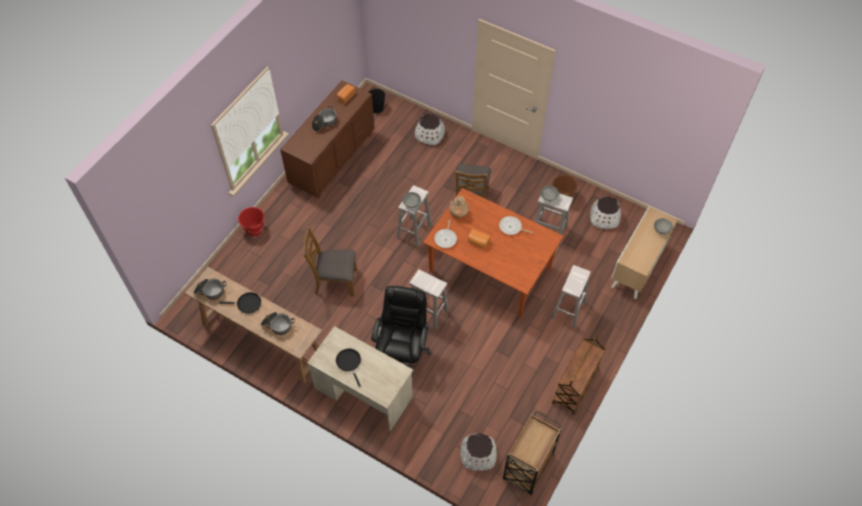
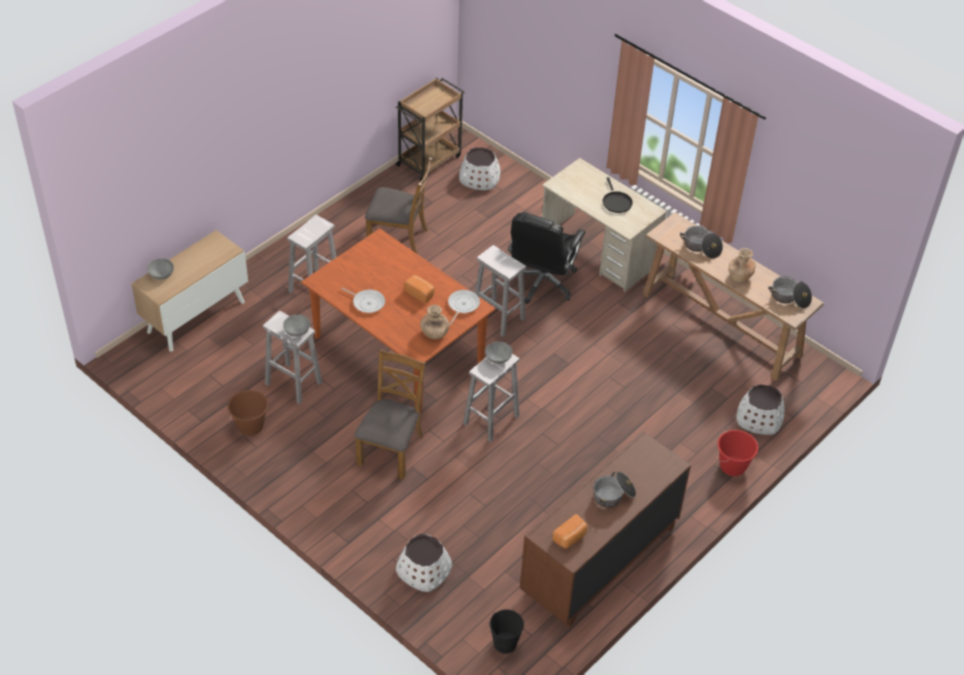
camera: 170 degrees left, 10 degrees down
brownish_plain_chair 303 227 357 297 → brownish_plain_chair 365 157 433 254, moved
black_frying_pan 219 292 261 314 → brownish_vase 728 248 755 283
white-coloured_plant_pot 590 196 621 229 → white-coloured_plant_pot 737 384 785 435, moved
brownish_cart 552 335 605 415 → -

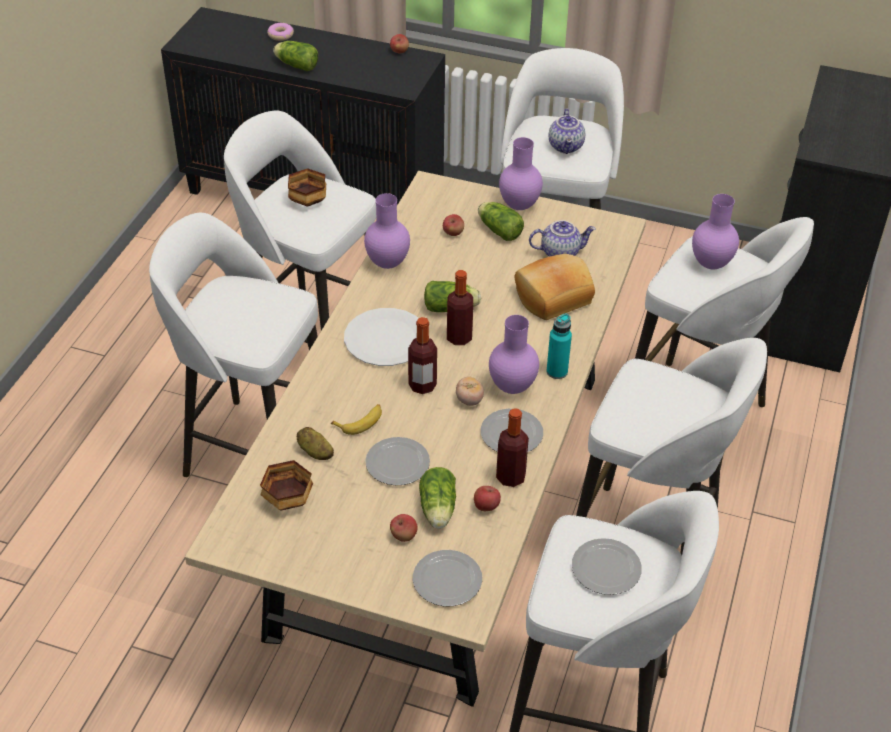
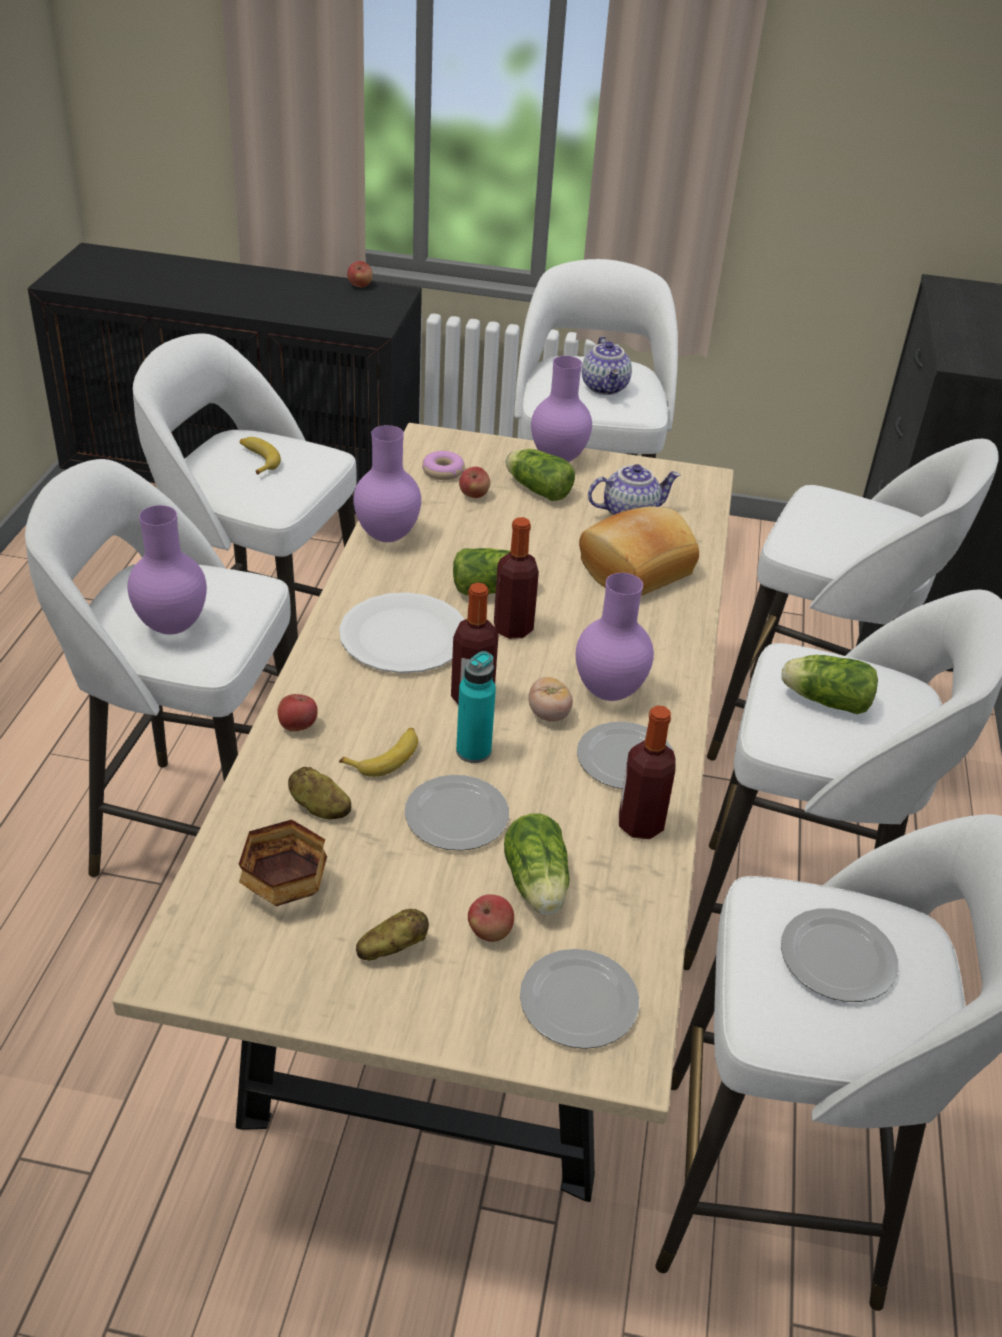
camera: 10 degrees left, 5 degrees down
purple-coloured_vase 692 194 739 269 → purple-coloured_vase 127 505 207 634, moved
serving_bowl 288 168 326 207 → banana_fruit 240 437 281 475
whole_apple 474 486 501 511 → whole_apple 277 694 318 732, moved
- → potato 356 909 429 961
ring_doughnut 267 23 294 41 → ring_doughnut 422 451 465 480, moved
turquoise-coloured_bottle 546 314 572 379 → turquoise-coloured_bottle 456 651 496 763, moved
lettuce_head 273 41 318 71 → lettuce_head 782 655 878 714, moved

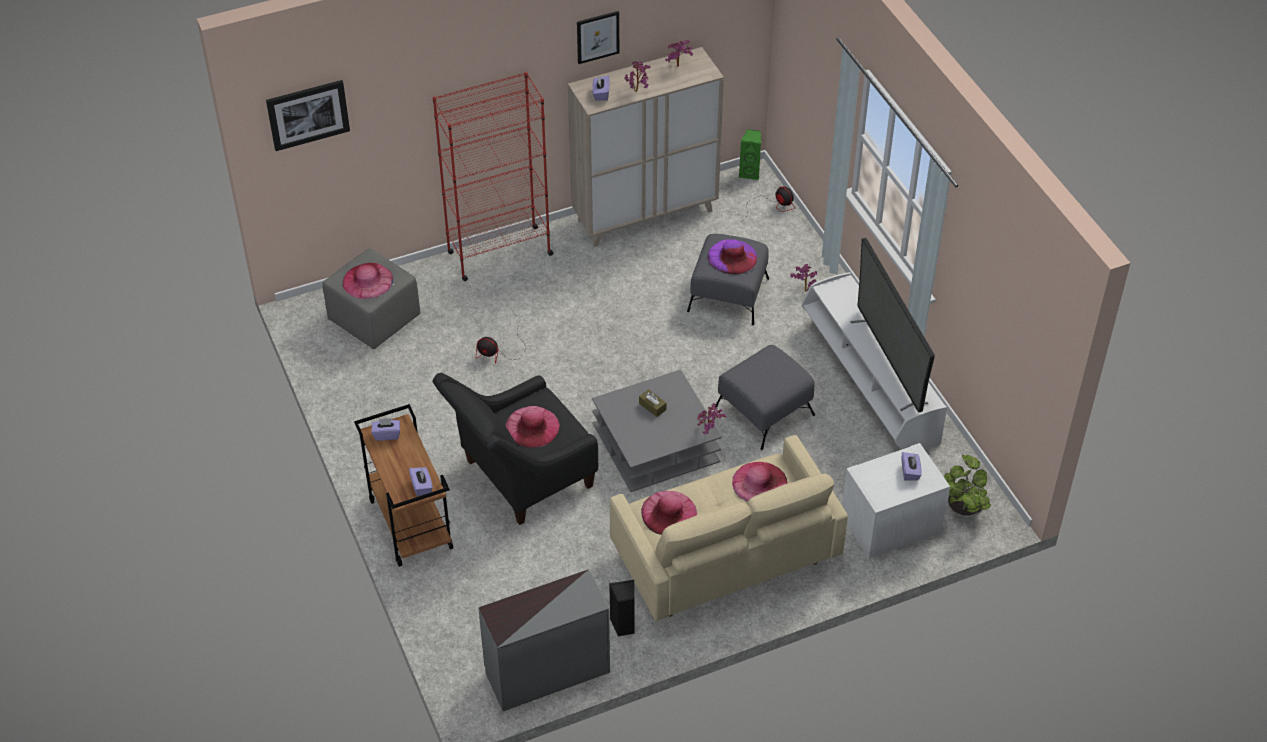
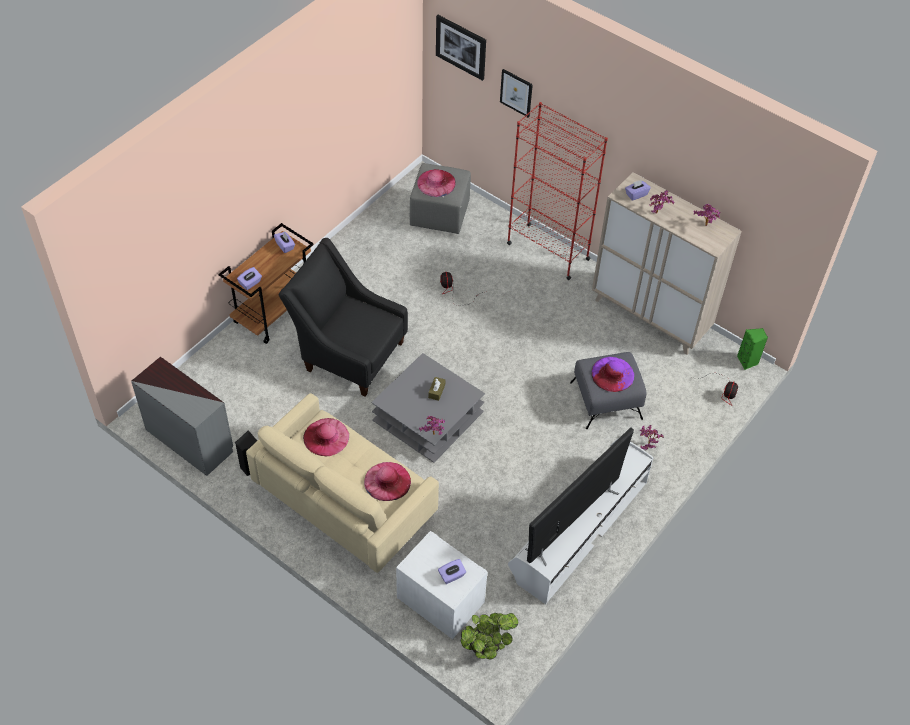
camera: 60 degrees right, 5 degrees up
wall_picture 577 11 619 64 → wall_picture 500 69 533 118, moved
pink_wearable_hat 505 406 560 448 → -
greyish_pouffe 715 345 815 450 → -

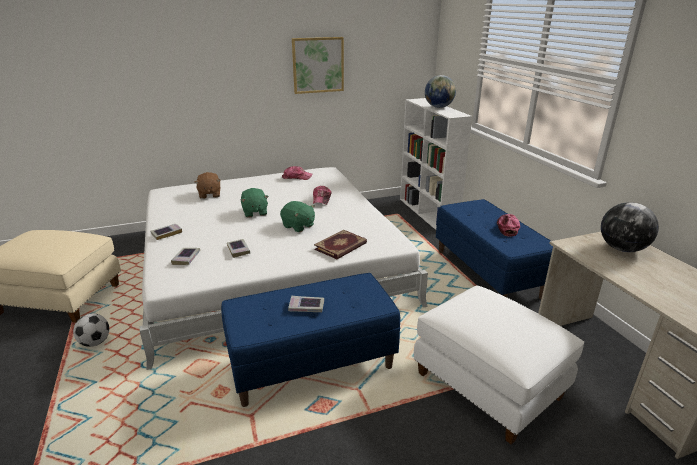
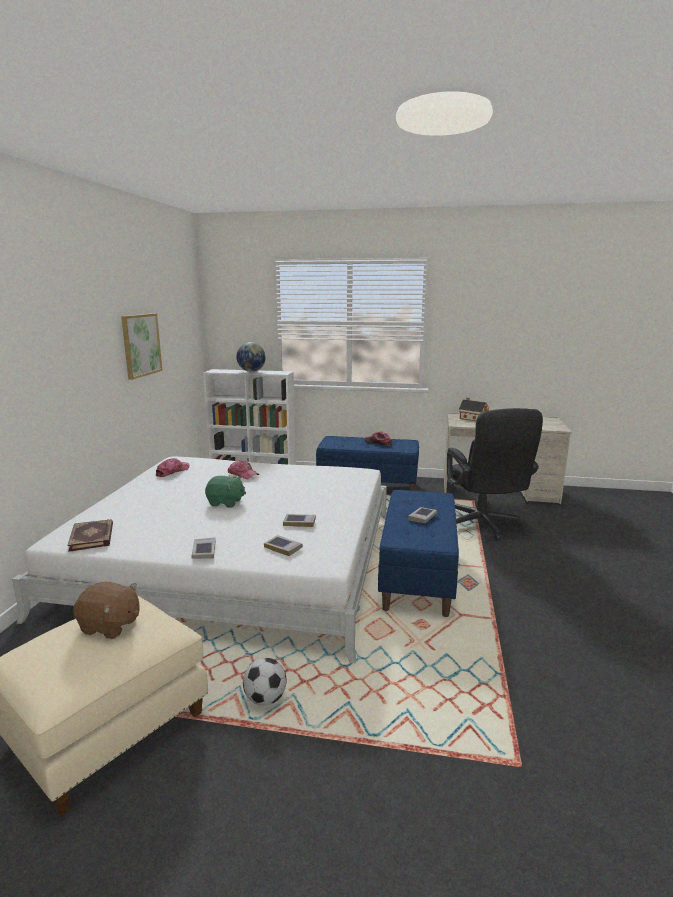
camera: 60 degrees left, 10 degrees down
book 314 230 367 260 → book 67 519 113 552, moved
brownish_plush_toy 194 172 220 199 → brownish_plush_toy 73 581 140 639, moved
white-coloured_pouffe 414 285 584 445 → black_computer_chair 447 408 543 540
globe 601 202 659 252 → model_house 459 398 489 421
greenish_plush_toy 280 201 315 232 → -

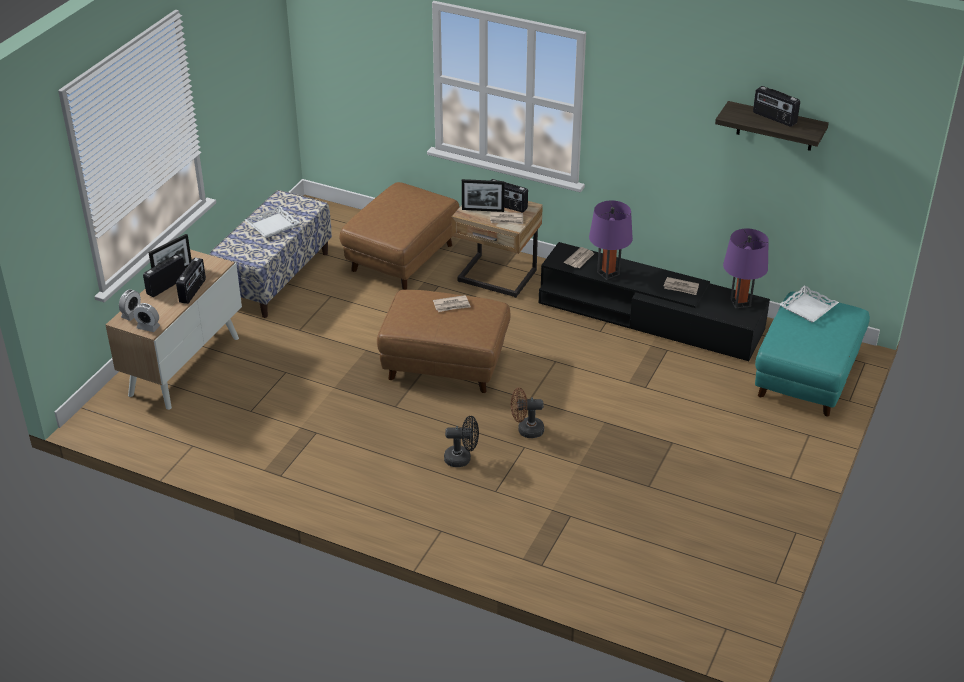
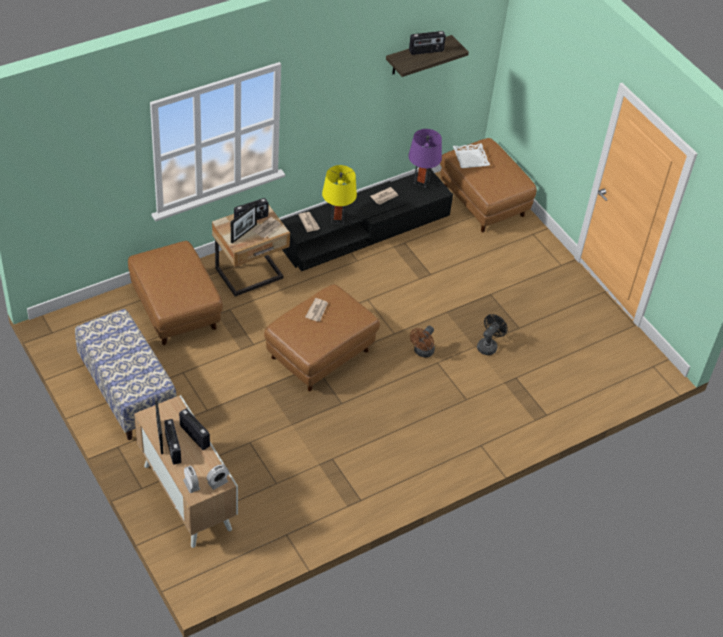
camera: 60 degrees left, 10 degrees up
purple-coloured_lamp_for_a_table 589 201 633 280 → yellow-coloured_lamp_for_a_table 322 165 357 224
turquoise-coloured_pouffe 755 292 870 416 → brownish_pouffe 440 138 537 232
black_fan 444 416 479 467 → black_fan 477 314 508 355, moved
white-coloured_serving_tray 245 206 300 238 → -

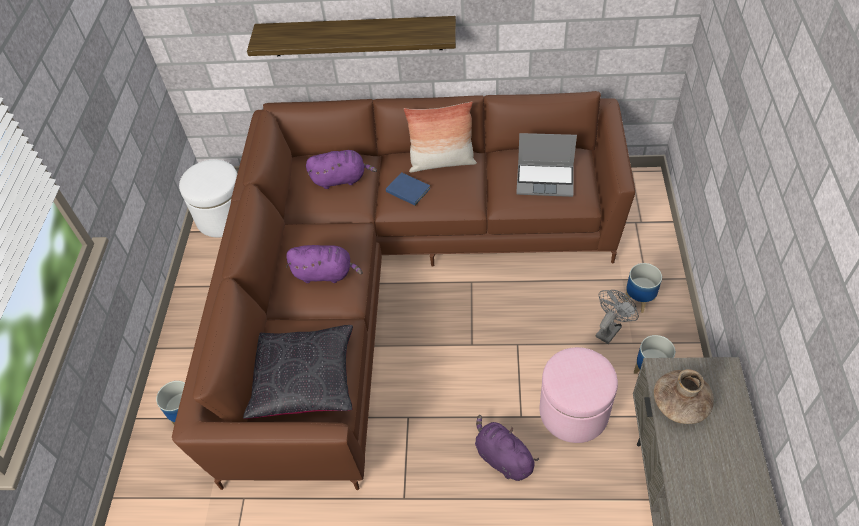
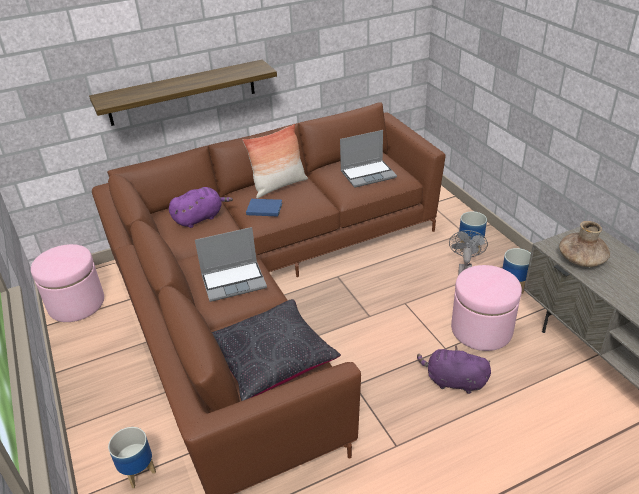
camera: 30 degrees left, 15 degrees down
white-coloured_pouffe 179 160 237 237 → pink_pouffe 31 244 104 322
purple-coloured_plush_toy 286 245 363 283 → portable_computer 195 227 267 302

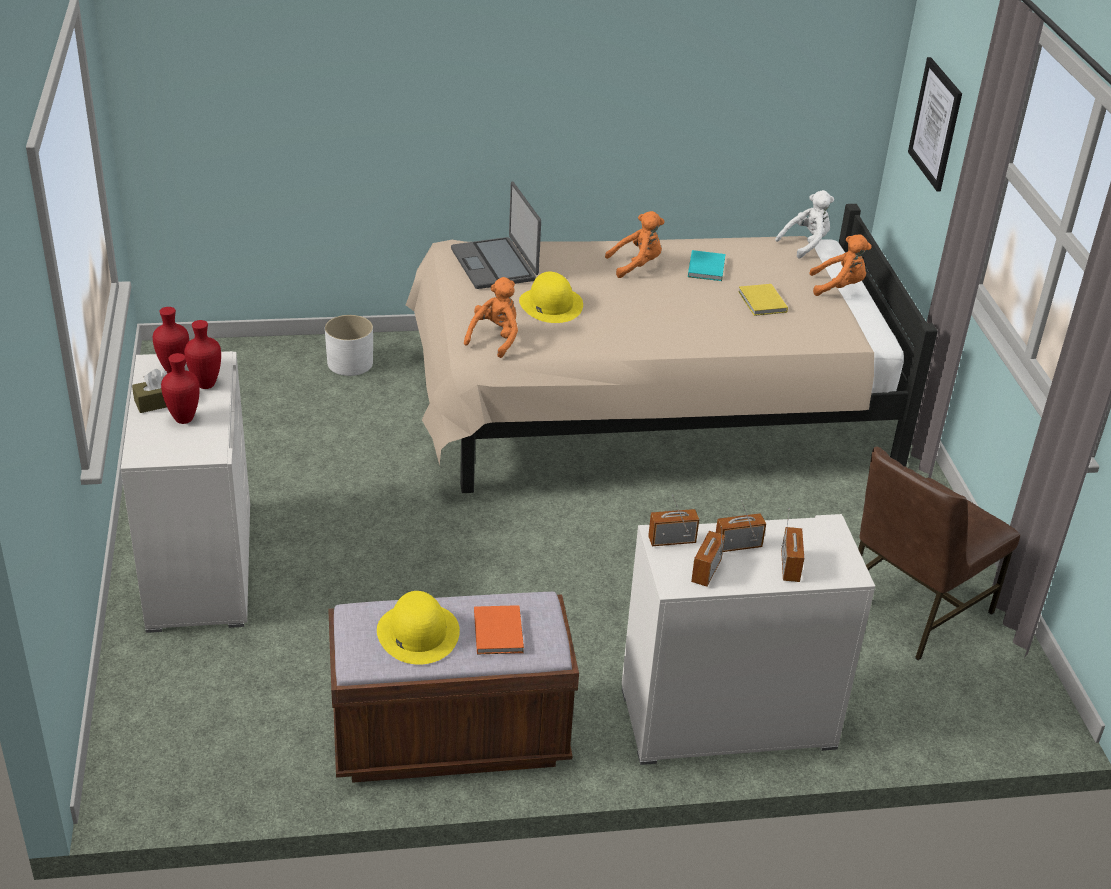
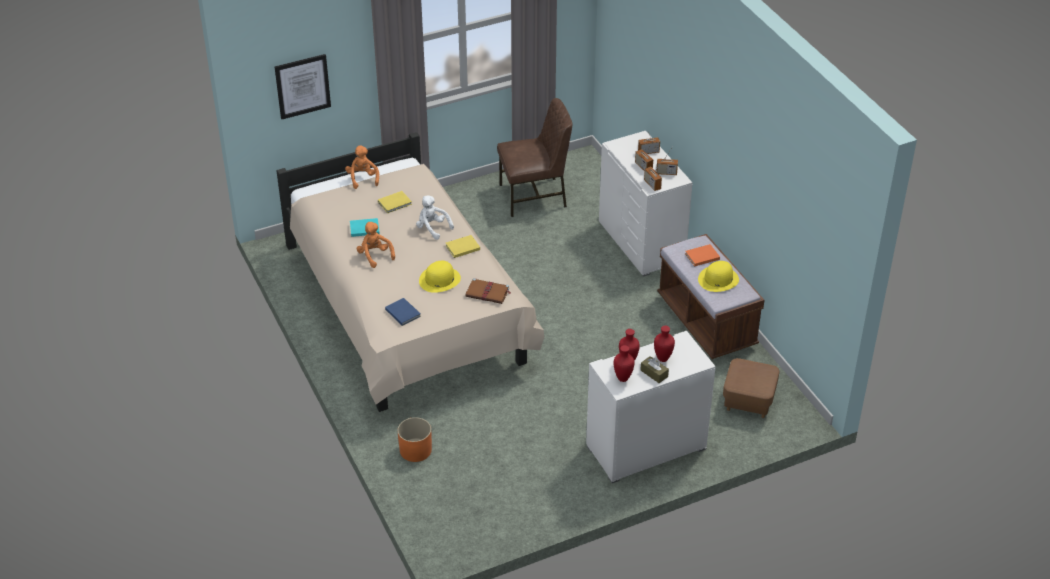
camera: 105 degrees left, 5 degrees up
portable_computer 451 181 541 289 → blue-coloured_book 385 298 421 326
white-coloured_plant_pot 325 315 373 376 → orange_plant_pot 397 417 432 462
white-coloured_plush_toy 775 190 834 258 → white-coloured_plush_toy 416 195 454 240, moved
- → yellow-coloured_book 445 235 480 258
orange_plush_toy 464 277 518 358 → brownish_book 465 278 511 304
brownish_plain_chair 858 447 1020 661 → brownish_plain_chair 497 98 572 217, 45 degrees counterclockwise
- → brownish_pouffe 723 358 779 418

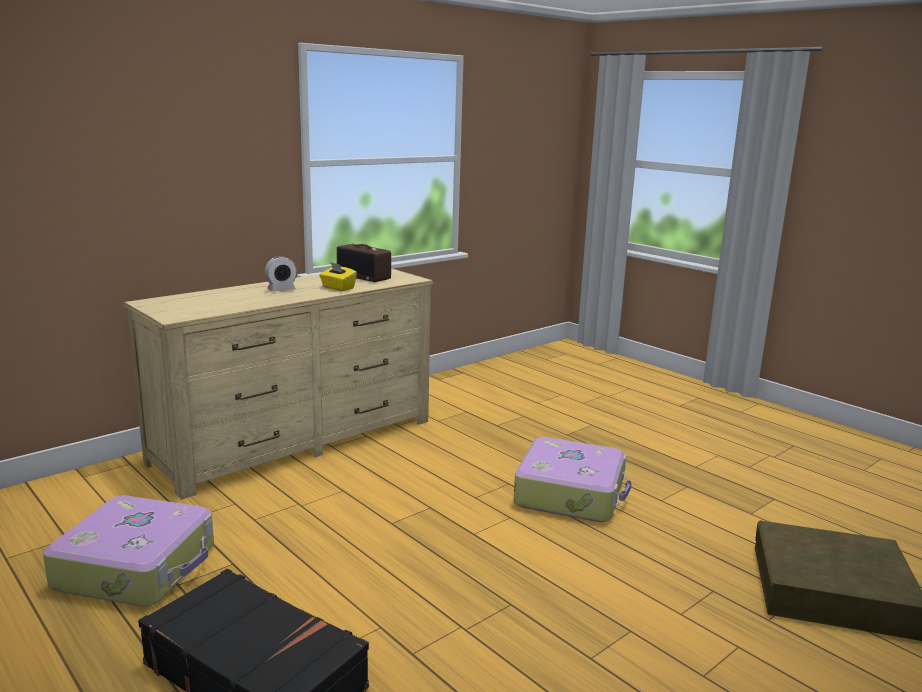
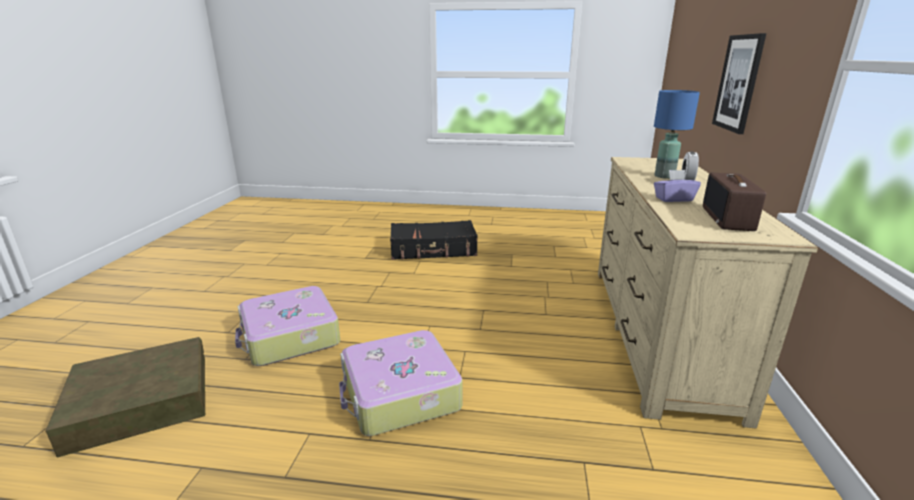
camera: 140 degrees right, 5 degrees up
travel_case 43 495 214 607 → travel_case 235 286 340 366, moved
- → blue-coloured_lamp_for_a_table 654 90 700 179
yellow-coloured_tissue_box 319 262 357 291 → purple-coloured_tissue_box 654 170 701 202
radio 337 244 391 282 → radio 703 173 766 231, 75 degrees counterclockwise
- → wall_picture 712 33 766 134

